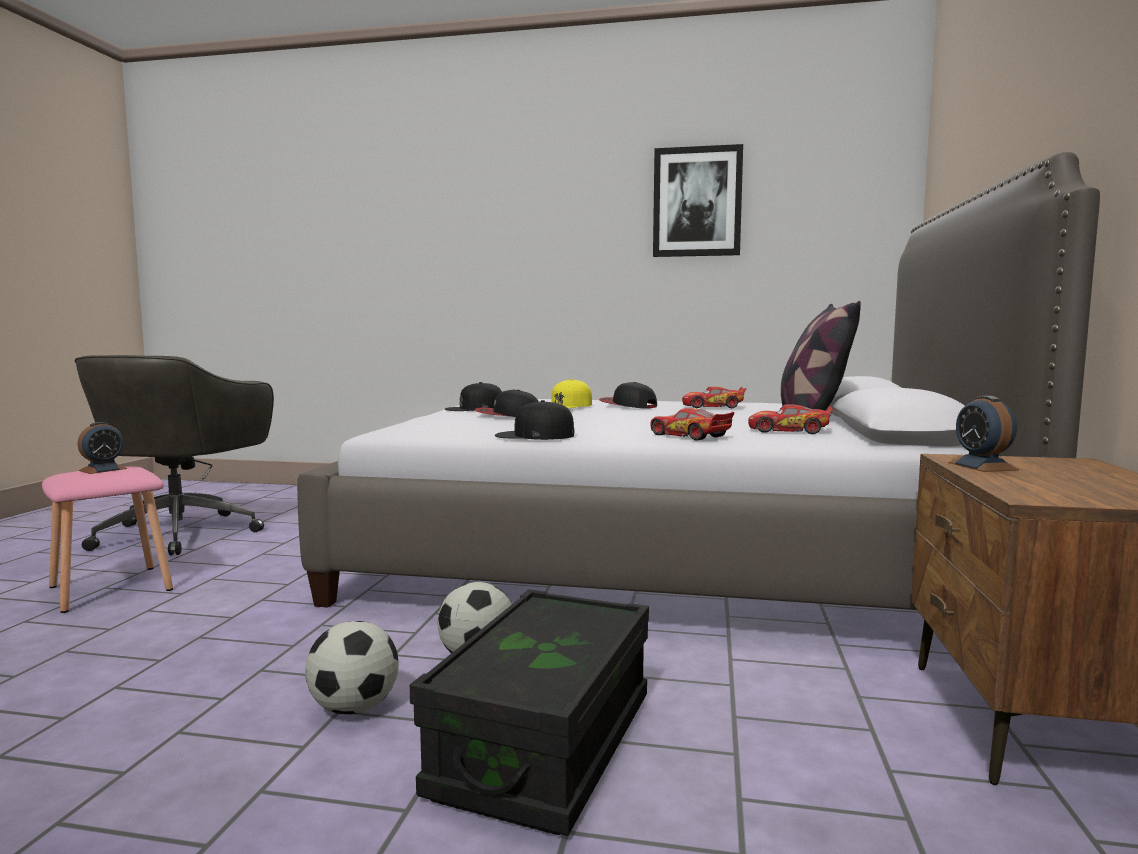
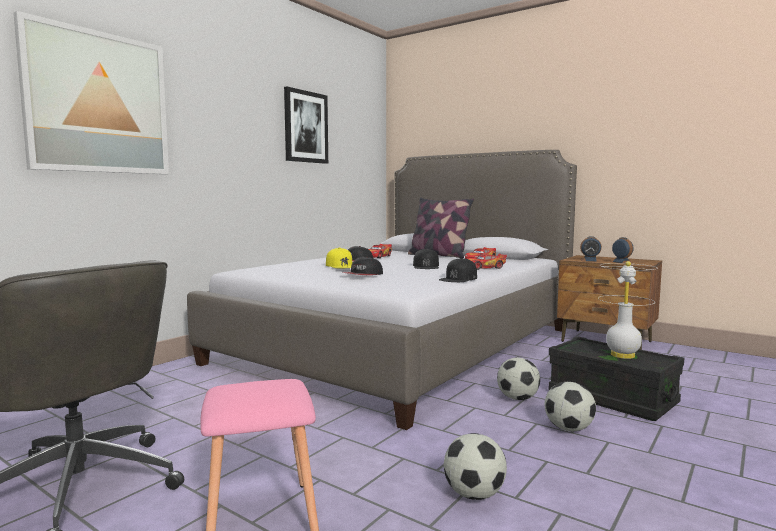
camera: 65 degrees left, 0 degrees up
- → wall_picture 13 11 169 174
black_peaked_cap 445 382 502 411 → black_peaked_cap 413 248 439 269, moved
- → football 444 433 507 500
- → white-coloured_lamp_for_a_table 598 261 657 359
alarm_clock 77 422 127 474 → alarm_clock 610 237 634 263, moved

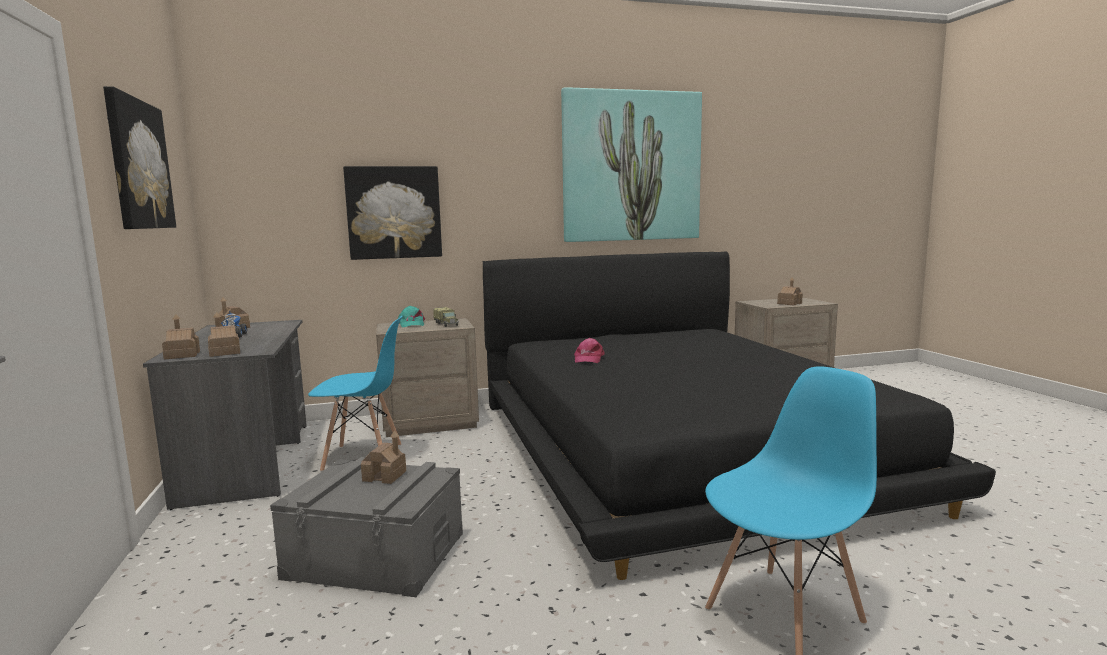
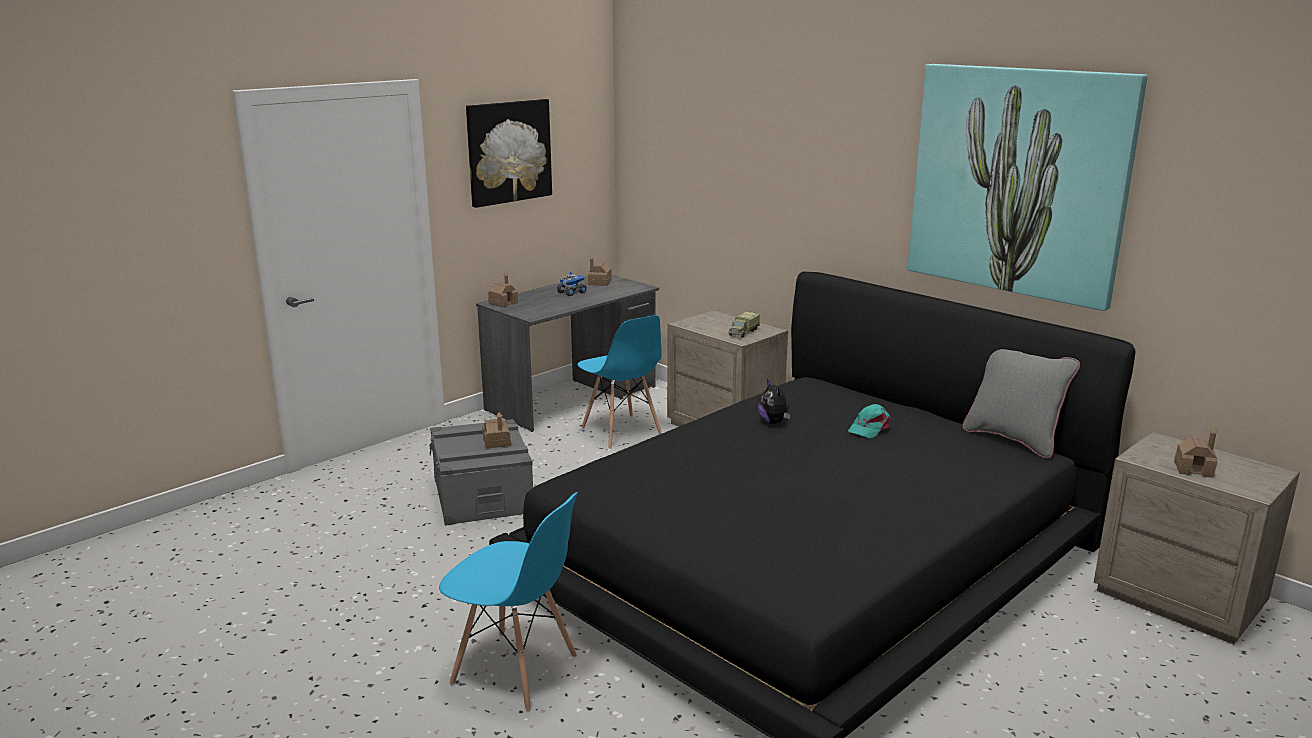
camera: 60 degrees right, 10 degrees up
pink_peaked_cap 574 338 605 363 → plush_toy 758 379 790 424
turquoise-coloured_peaked_cap 398 306 425 327 → turquoise-coloured_peaked_cap 848 404 891 438, moved
- → greyish_throw_pillow 963 349 1080 458
model_house 208 312 240 357 → -
wall_picture 343 166 442 260 → -

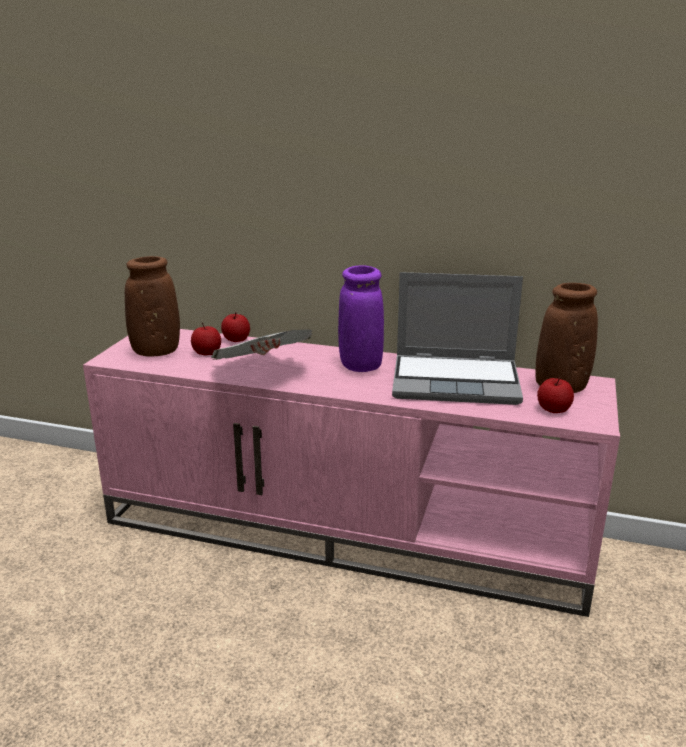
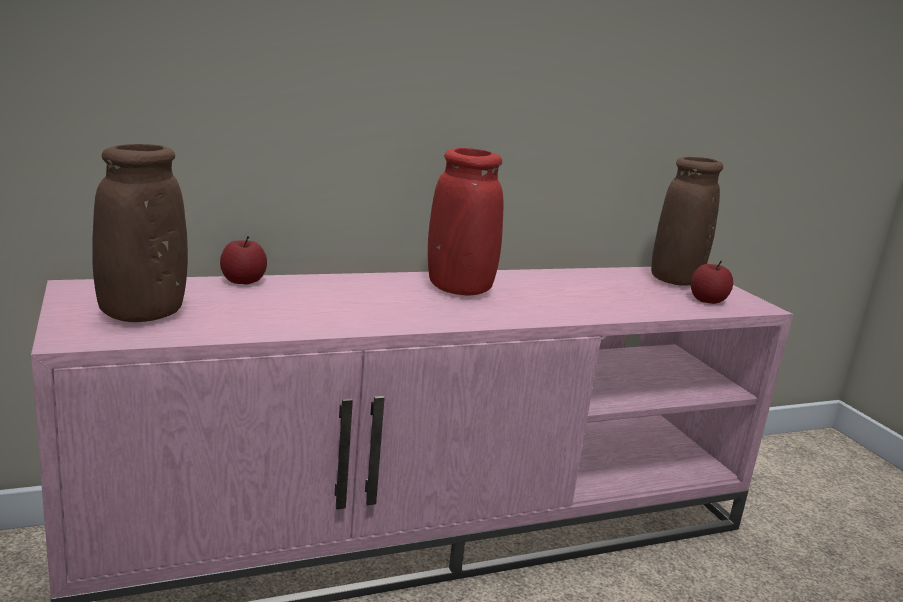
camera: 40 degrees left, 5 degrees down
purple-coloured_vase 338 265 384 372 → red_vase 428 148 503 296
whole_apple 191 323 221 356 → -
newspaper 211 329 313 360 → -
portable_computer 392 272 523 405 → -

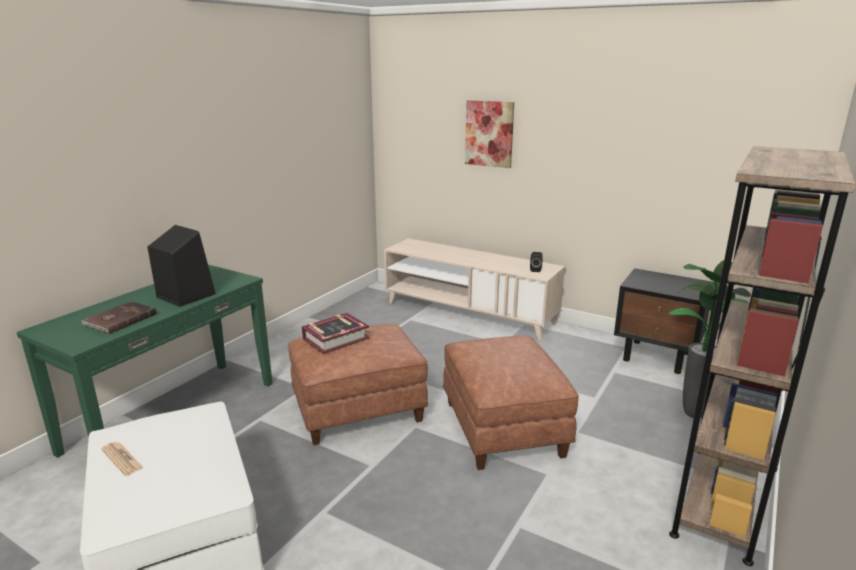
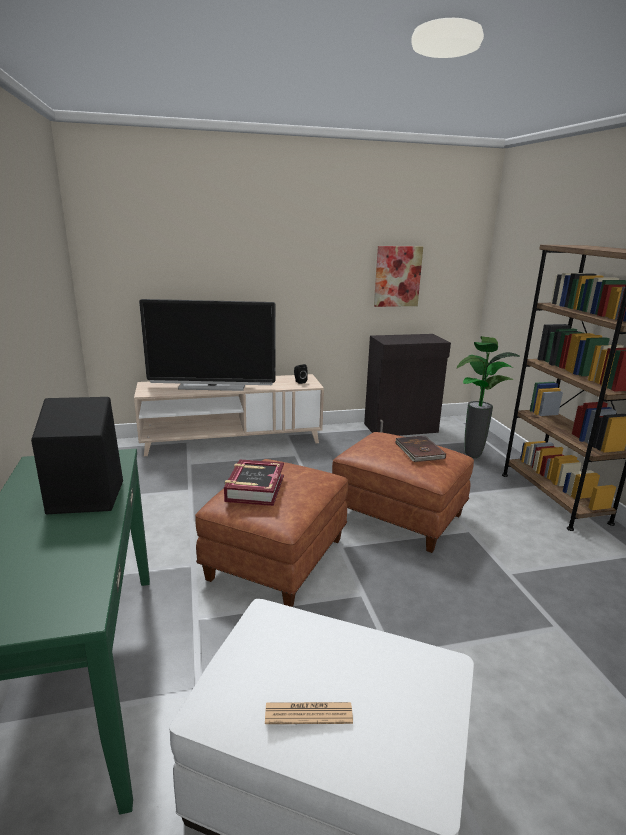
camera: 45 degrees left, 0 degrees up
- → TV_set 139 299 276 391
black_bedside_table 614 268 715 374 → black_storage_cabinet 364 334 451 436
wall_picture 465 100 514 168 → wall_picture 374 246 423 307, moved
brownish_book 81 301 157 334 → brownish_book 395 435 446 462, moved

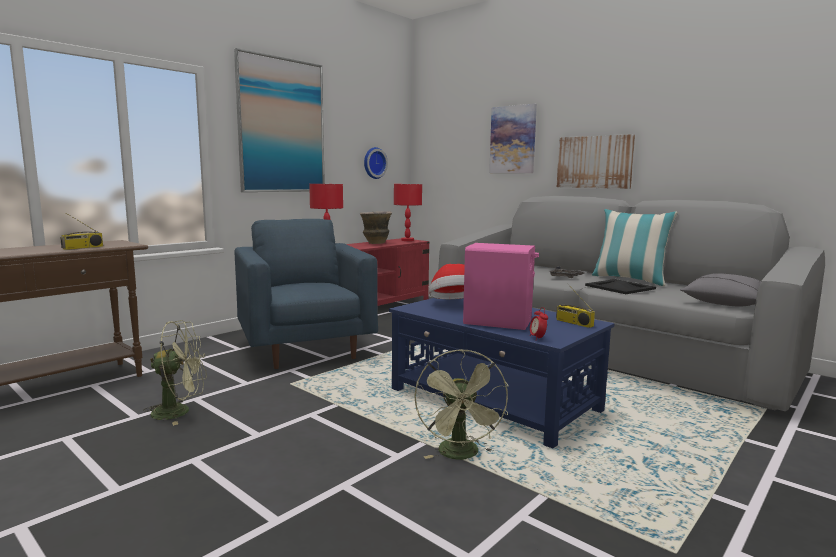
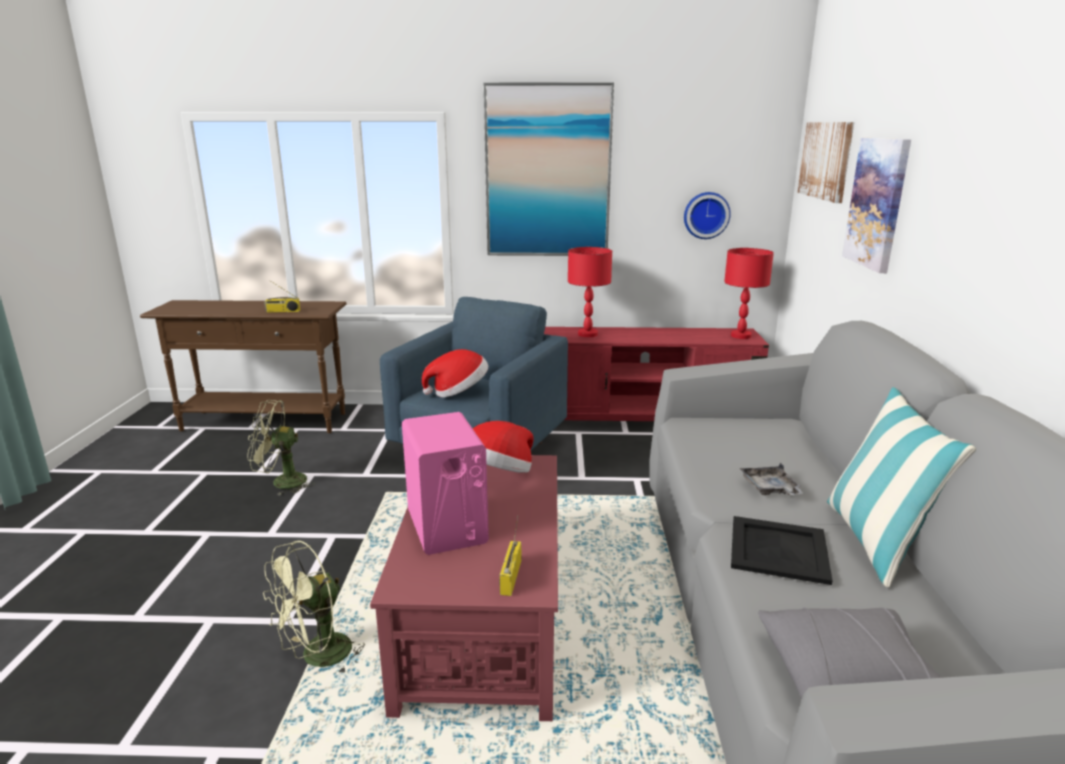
camera: 50 degrees right, 10 degrees up
greenish_fan 143 320 207 426 → greenish_fan 247 400 315 496, 135 degrees clockwise
blue-coloured_coffee_table 389 298 615 448 → red_coffee_table 370 455 558 721
- → wearable_hat 422 349 488 397
wall_picture 557 134 635 189 → wall_picture 798 122 854 203, moved
vase 359 211 392 244 → -
alarm_clock 530 307 548 340 → -

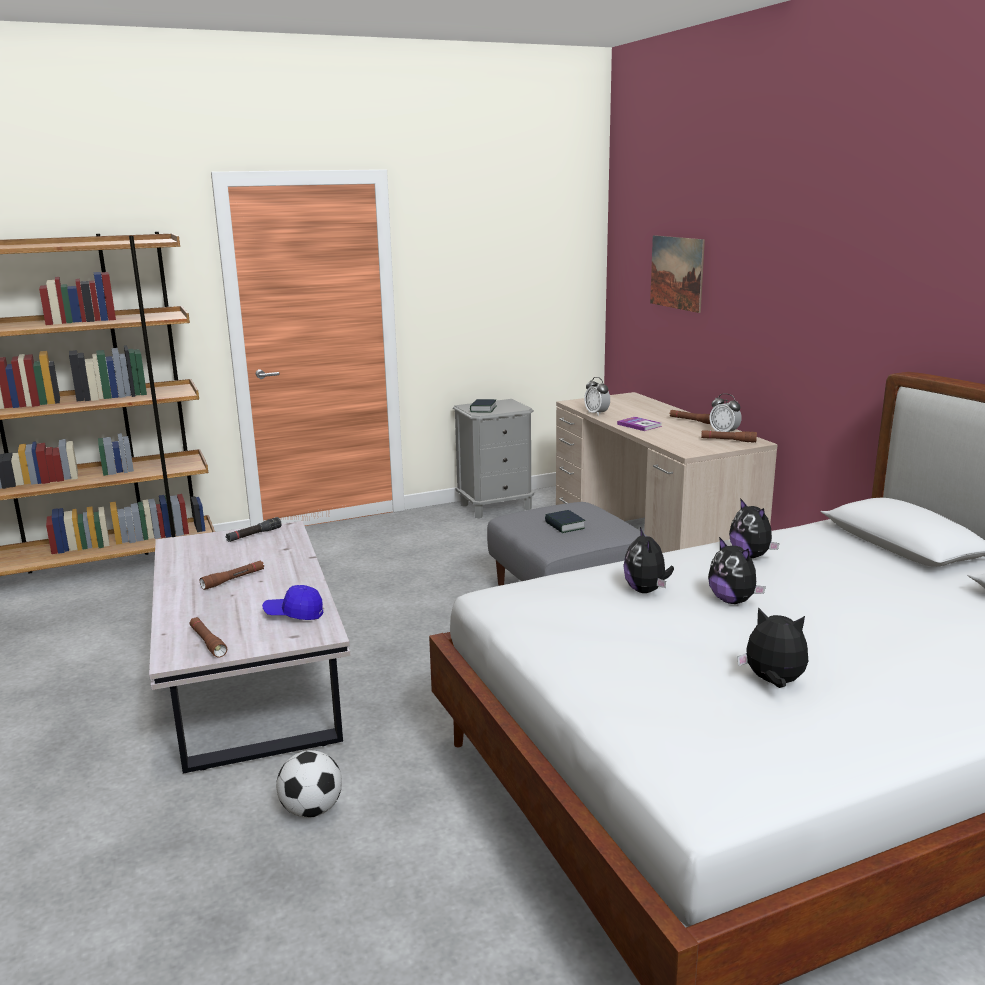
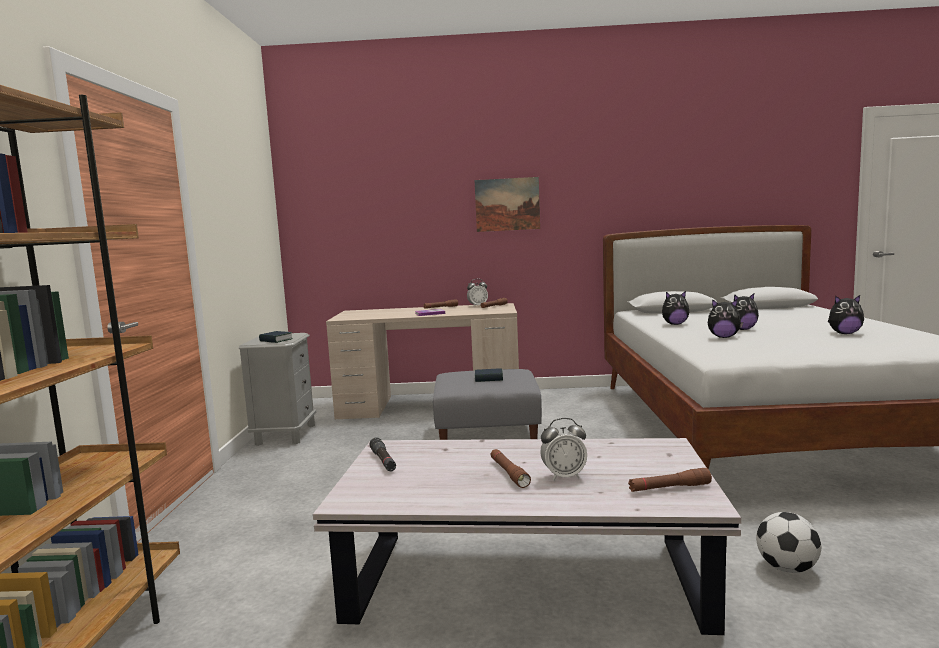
camera: 65 degrees left, 10 degrees down
wall_picture 650 235 705 313 → wall_picture 475 177 540 232, moved
alarm_clock 584 377 610 416 → alarm_clock 540 418 587 480, moved
plush_toy 737 607 808 688 → plush_toy 828 295 864 334, 135 degrees counterclockwise
blue-coloured_peaked_cap 262 585 323 620 → -

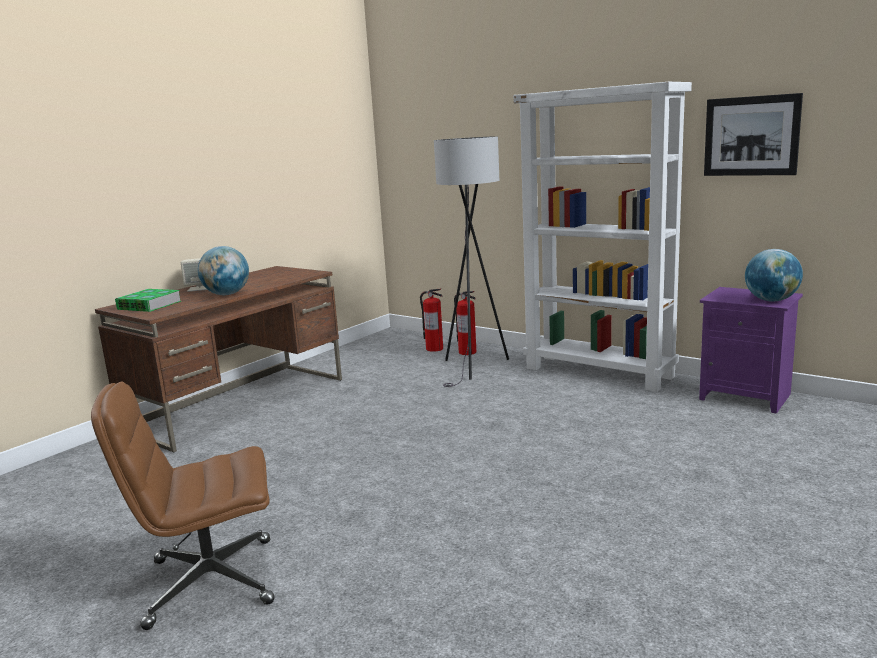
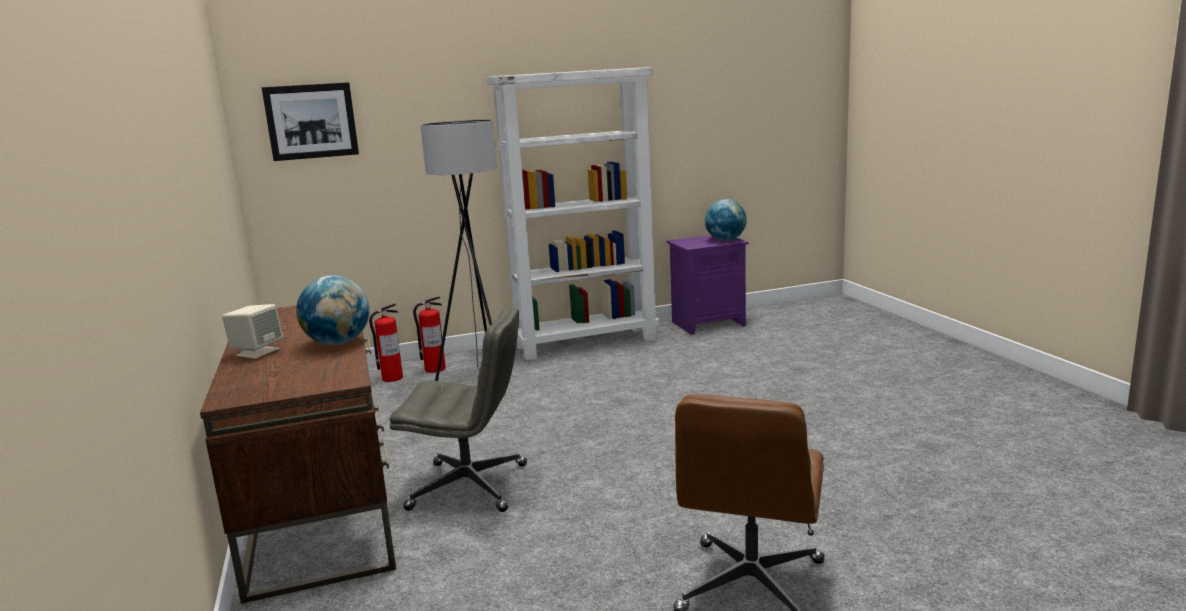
camera: 55 degrees left, 0 degrees up
wall_picture 704 93 803 176 → wall_picture 262 82 359 161, moved
- → greyish_computer_chair 389 307 527 512
book 115 289 181 312 → -

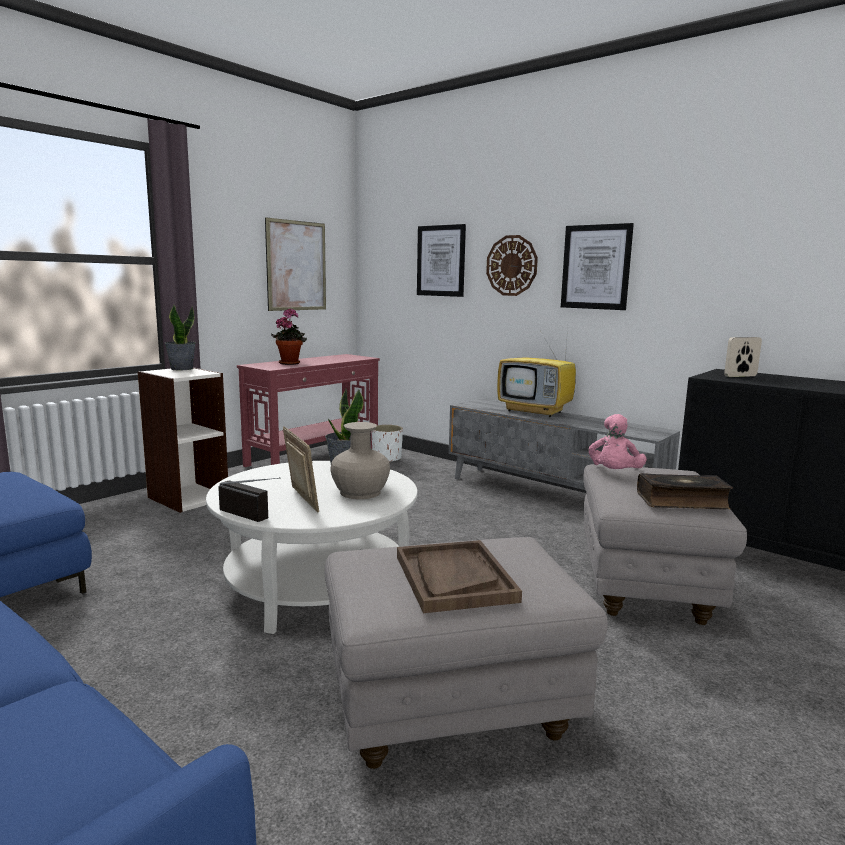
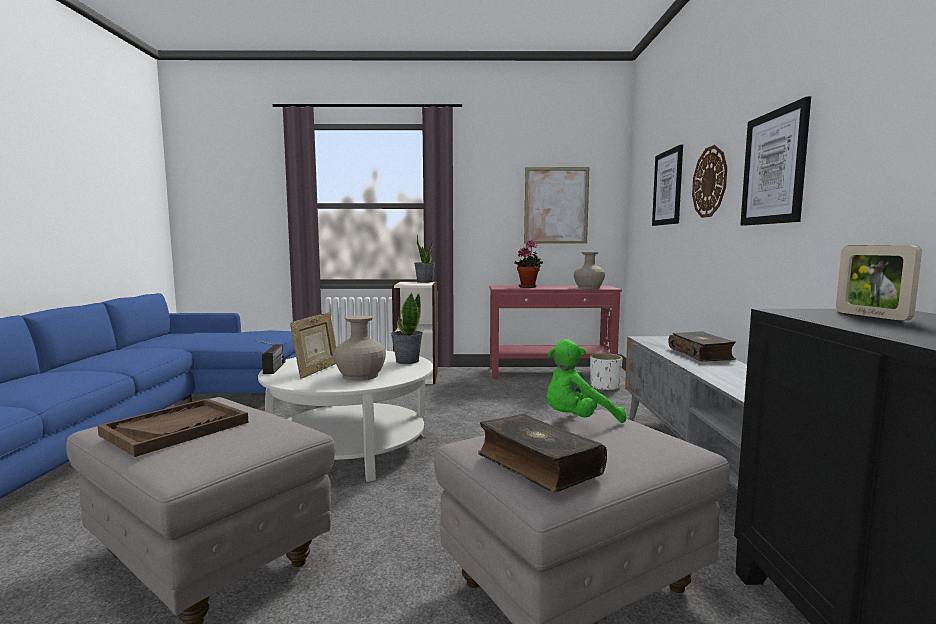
camera: 50 degrees right, 5 degrees down
pink_plush_toy 589 414 647 469 → greenish_plush_toy 546 339 626 423
- → sand-coloured_vase 574 252 605 289
TV_set 497 329 576 417 → book 668 331 736 362
picture_frame 724 337 762 377 → picture_frame 836 245 922 320, 135 degrees counterclockwise

